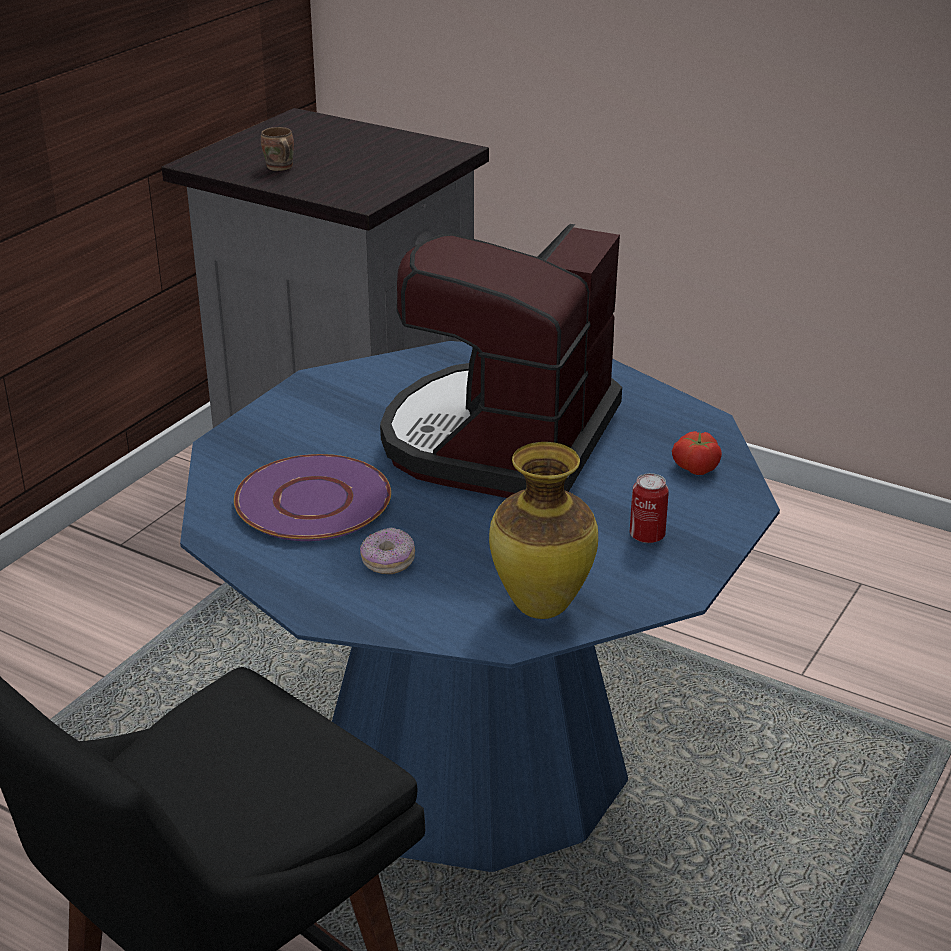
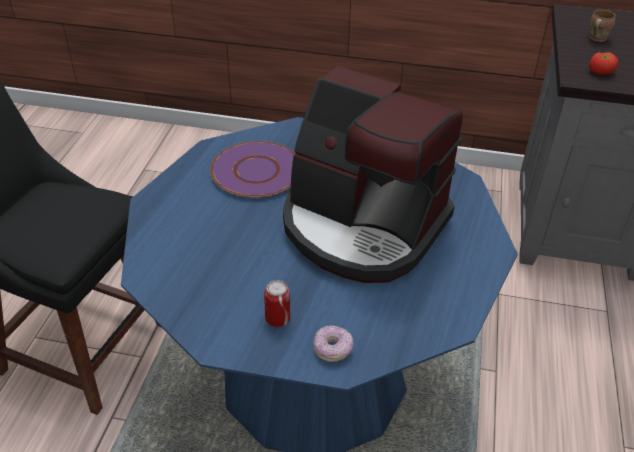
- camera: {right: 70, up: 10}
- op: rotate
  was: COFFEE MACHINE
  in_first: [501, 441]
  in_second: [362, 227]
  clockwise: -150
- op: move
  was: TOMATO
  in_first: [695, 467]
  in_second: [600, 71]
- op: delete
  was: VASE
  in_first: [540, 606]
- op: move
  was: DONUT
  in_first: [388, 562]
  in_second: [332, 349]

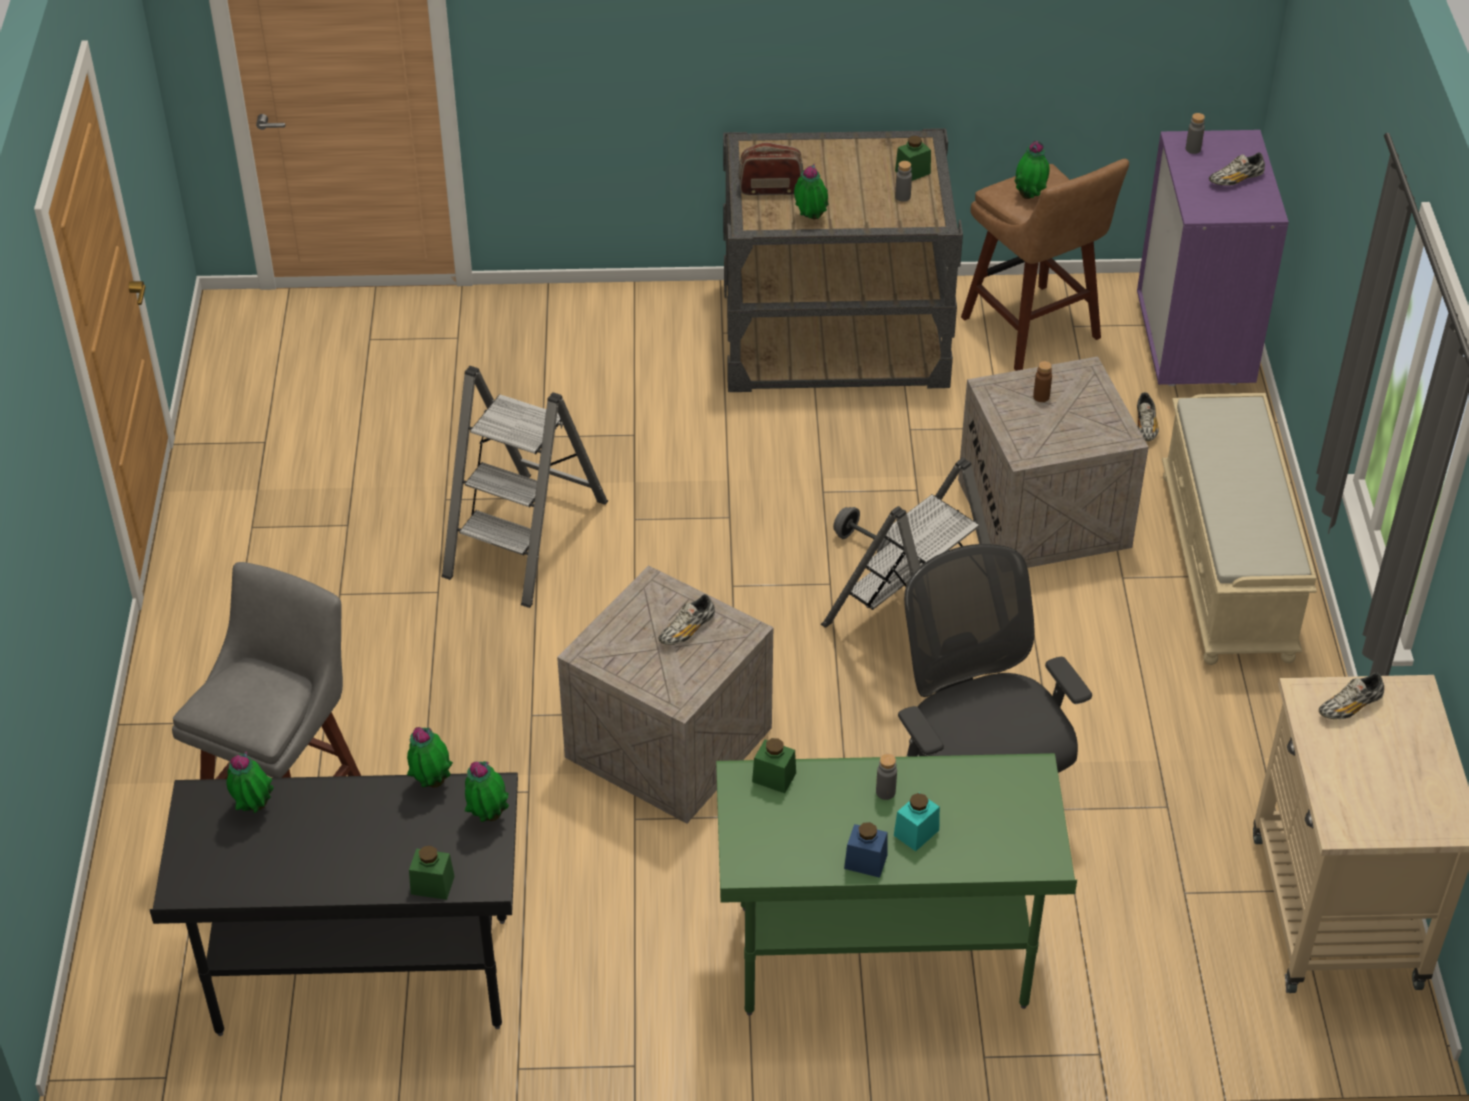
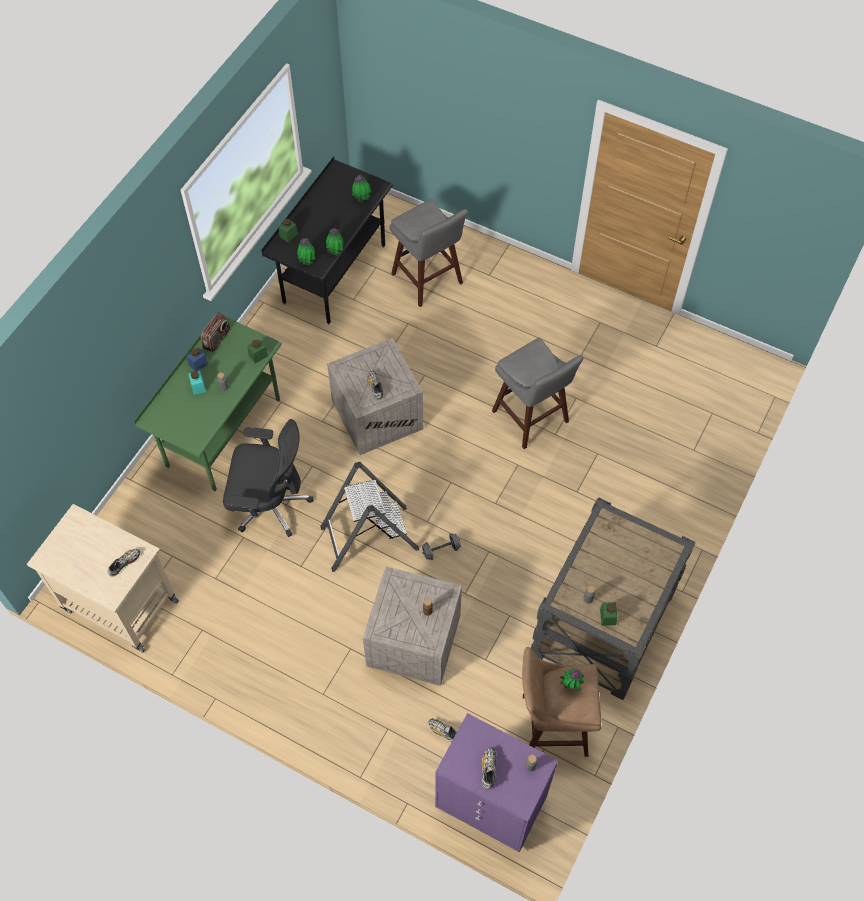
- camera: {right: 120, up: 15}
- op: move
  was: RADIO
  in_first: [770, 188]
  in_second: [217, 339]
- op: delete
  was: POTTED PLANT
  in_first: [810, 219]
- op: replace
  was: GREY STEP LADDER
  now: GREY STOOL
  in_first: [527, 536]
  in_second: [532, 418]
- op: delete
  was: BEIGE BENCH
  in_first: [1228, 567]
- op: rotate
  was: SHOE
  in_first: [1350, 707]
  in_second: [124, 564]
  clockwise: 45

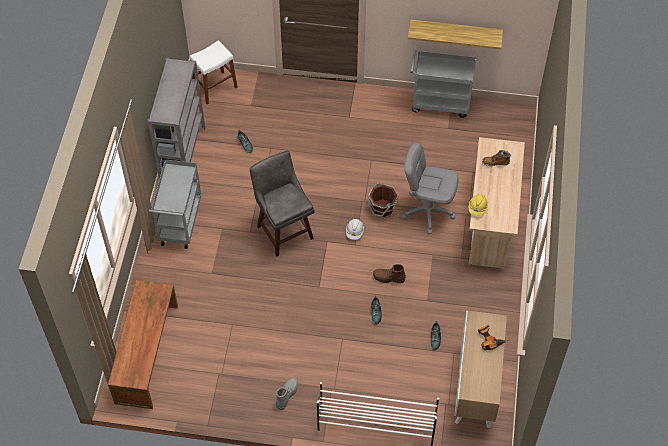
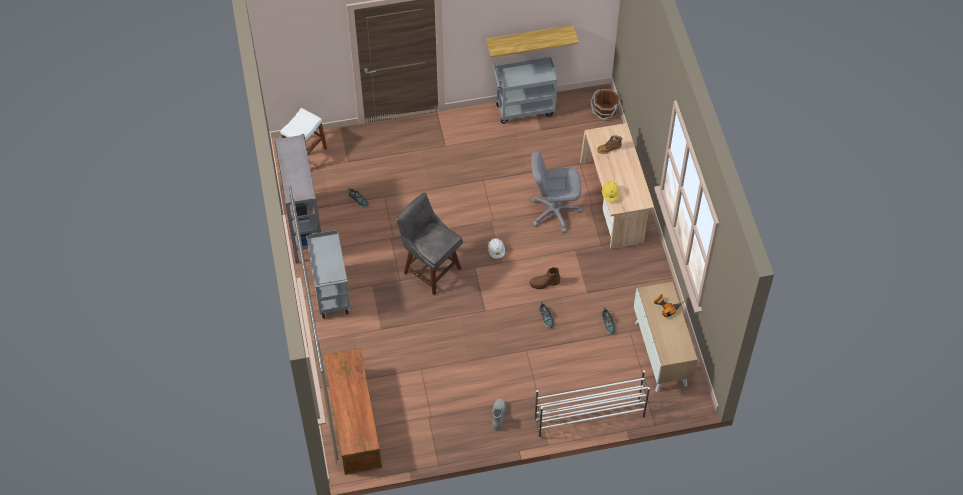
- camera: {right: -20, up: 0}
- op: move
  was: BROWN BUCKET
  in_first: [382, 208]
  in_second: [605, 112]

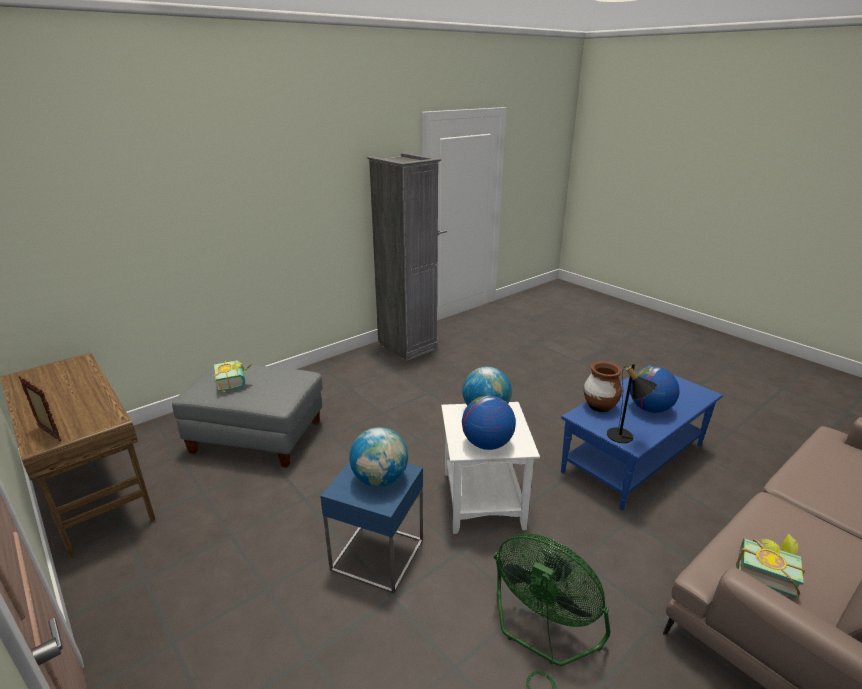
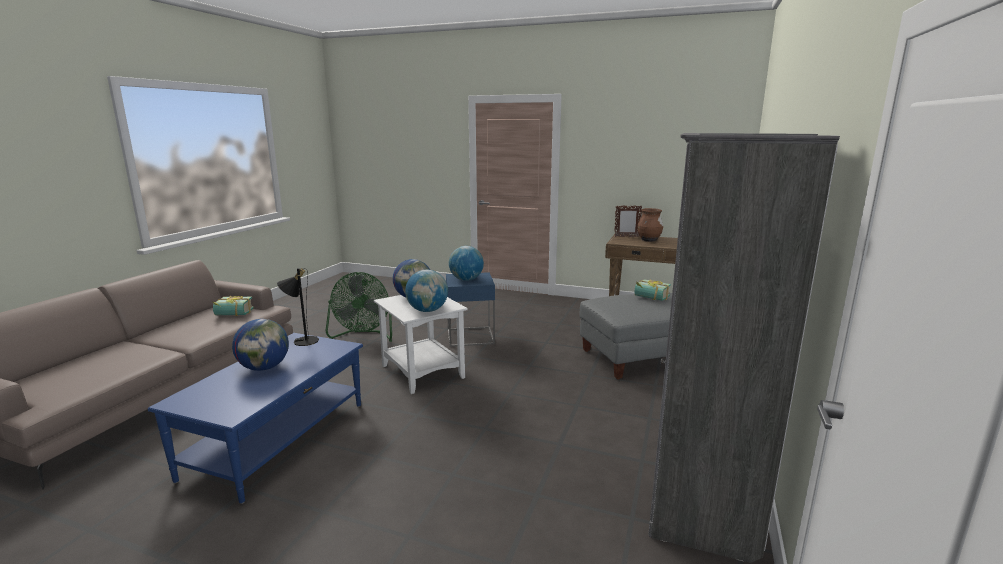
- camera: {right: 150, up: -10}
- op: move
  was: BROWN VASE
  in_first: [599, 407]
  in_second: [649, 240]

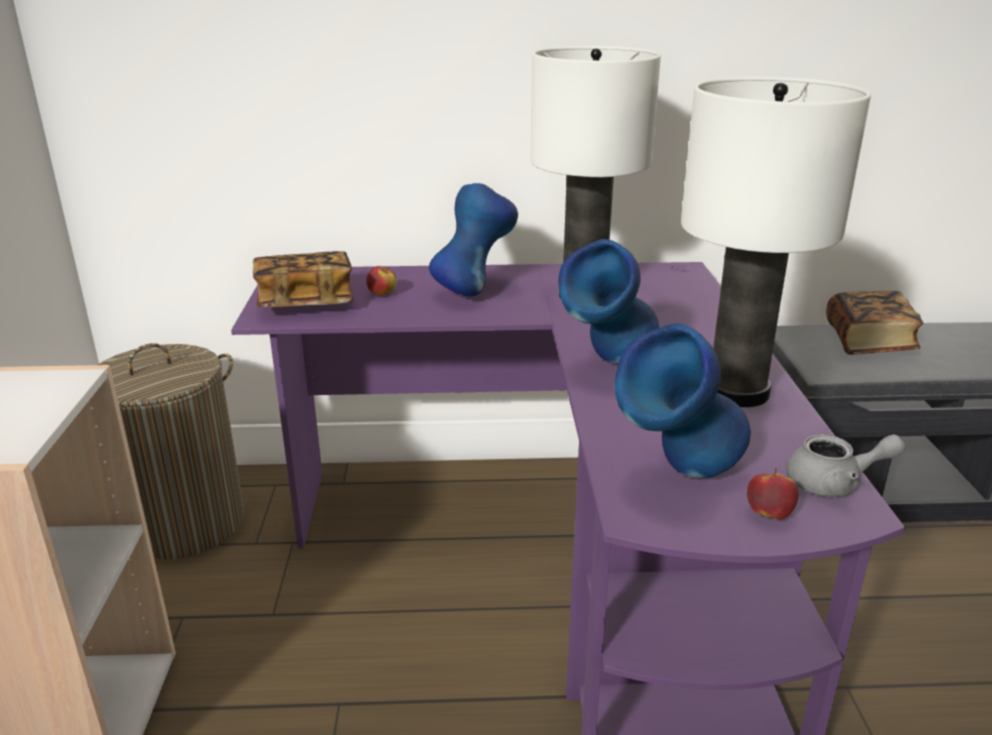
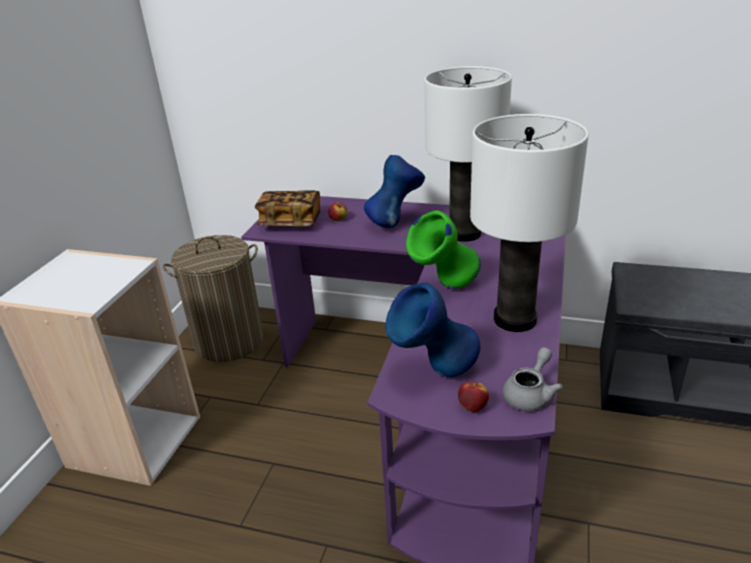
- camera: {right: 20, up: 5}
- op: recolor
  was: BLUE VASE
  now: GREEN VASE
  in_first: [606, 365]
  in_second: [443, 289]
- op: delete
  was: BOOK
  in_first: [868, 342]
- op: rotate
  was: GREY TEAPOT
  in_first: [834, 483]
  in_second: [530, 394]
  clockwise: -75

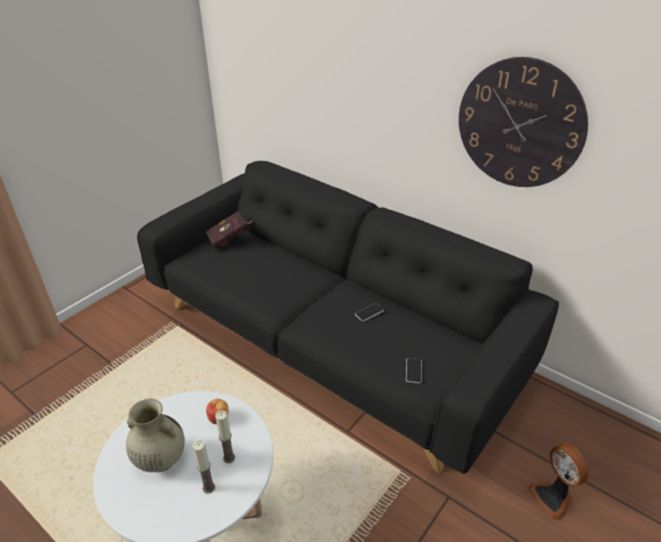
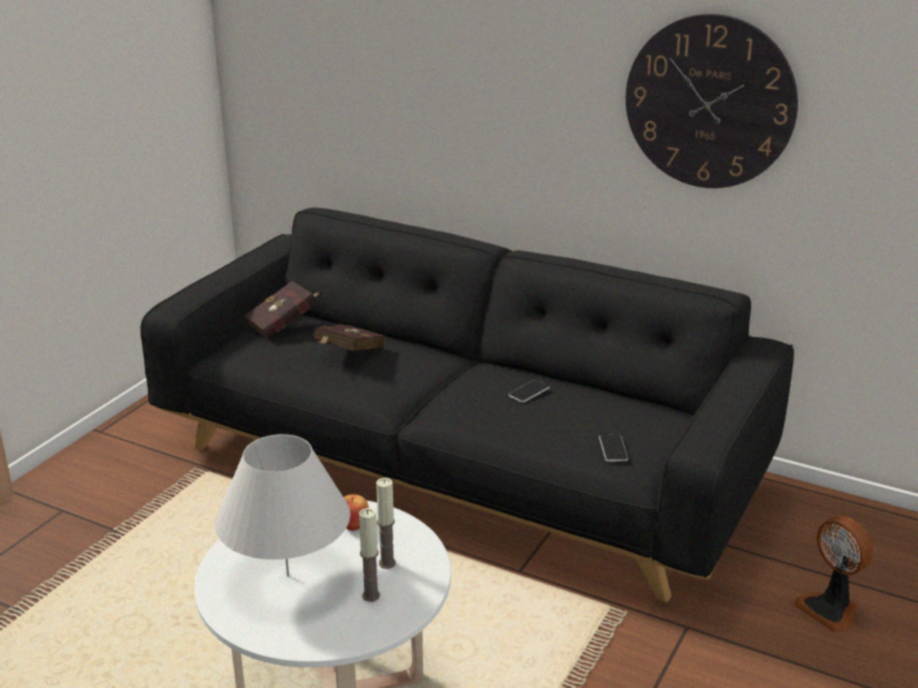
- camera: {right: -10, up: -10}
- op: replace
  was: BEIGE VASE
  now: WHITE TABLE LAMP
  in_first: [160, 459]
  in_second: [287, 575]
- op: insert
  now: RED BOOK
  in_second: [348, 355]

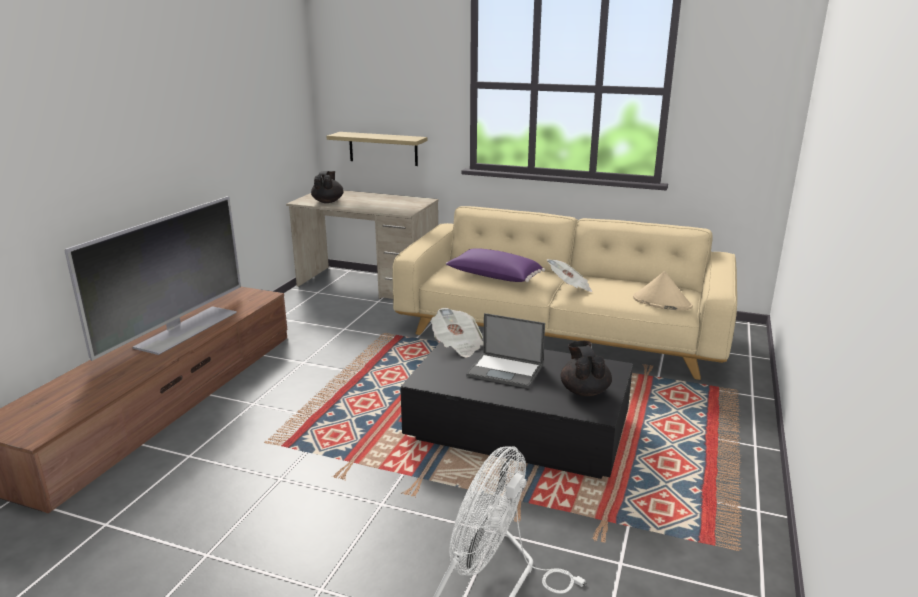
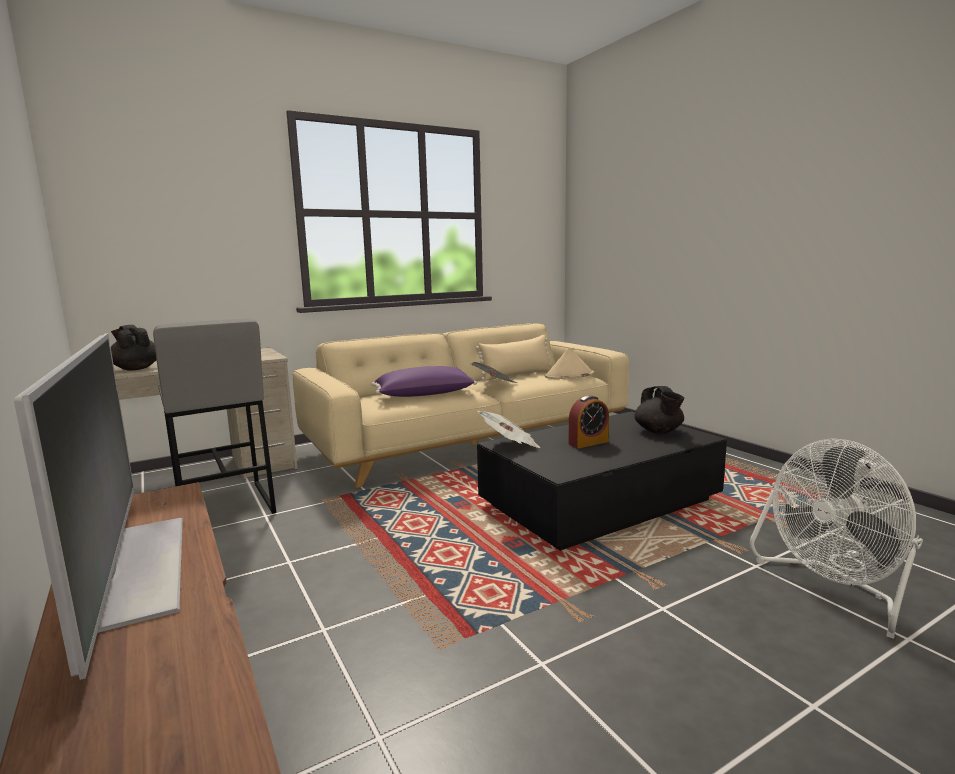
- camera: {right: -50, up: -10}
- op: delete
  was: SHELF
  in_first: [383, 148]
- op: replace
  was: LAPTOP
  now: ALARM CLOCK
  in_first: [506, 370]
  in_second: [588, 442]
- op: rotate
  was: BLACK TEAPOT
  in_first: [584, 391]
  in_second: [659, 431]
  clockwise: -135
- op: insert
  now: GREY STOOL
  in_second: [226, 507]
- op: insert
  now: BEIGE PILLOW
  in_second: [517, 375]

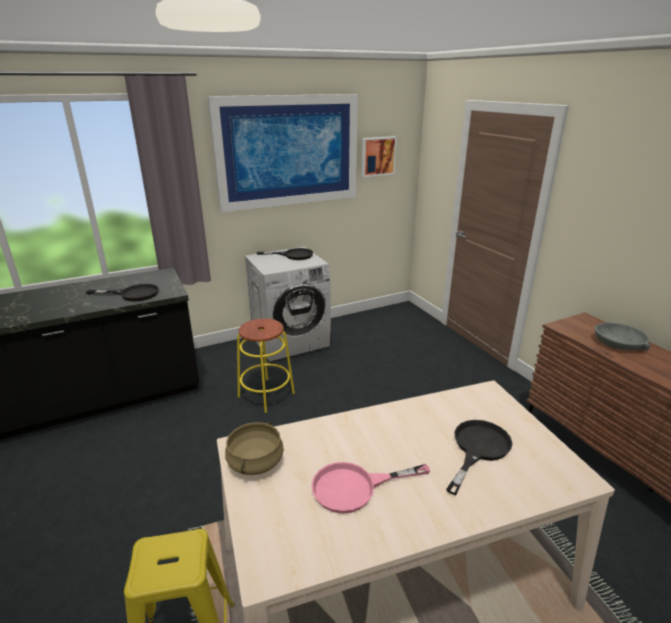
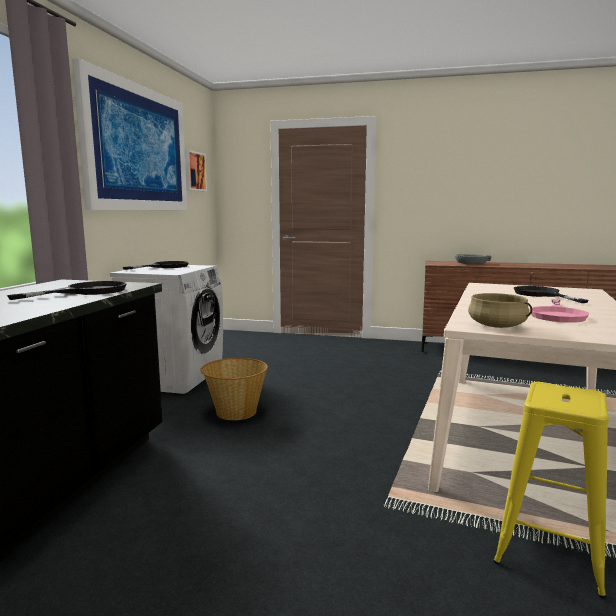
- camera: {right: -50, up: -15}
- op: replace
  was: YELLOW STOOL
  now: BASKET
  in_first: [266, 395]
  in_second: [235, 412]

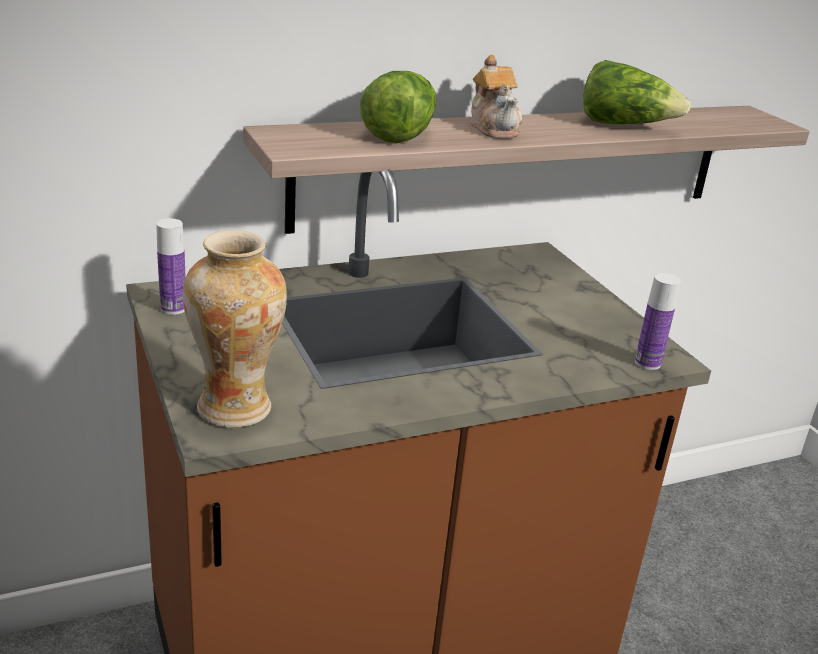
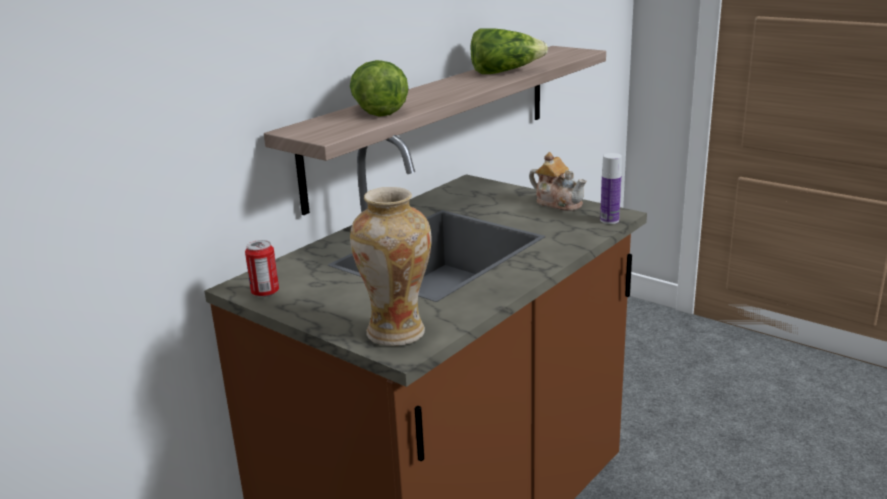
- camera: {right: -25, up: -5}
- op: move
  was: TEAPOT
  in_first: [494, 128]
  in_second: [558, 203]
- op: replace
  was: BOTTLE
  now: CAN
  in_first: [173, 308]
  in_second: [265, 292]

